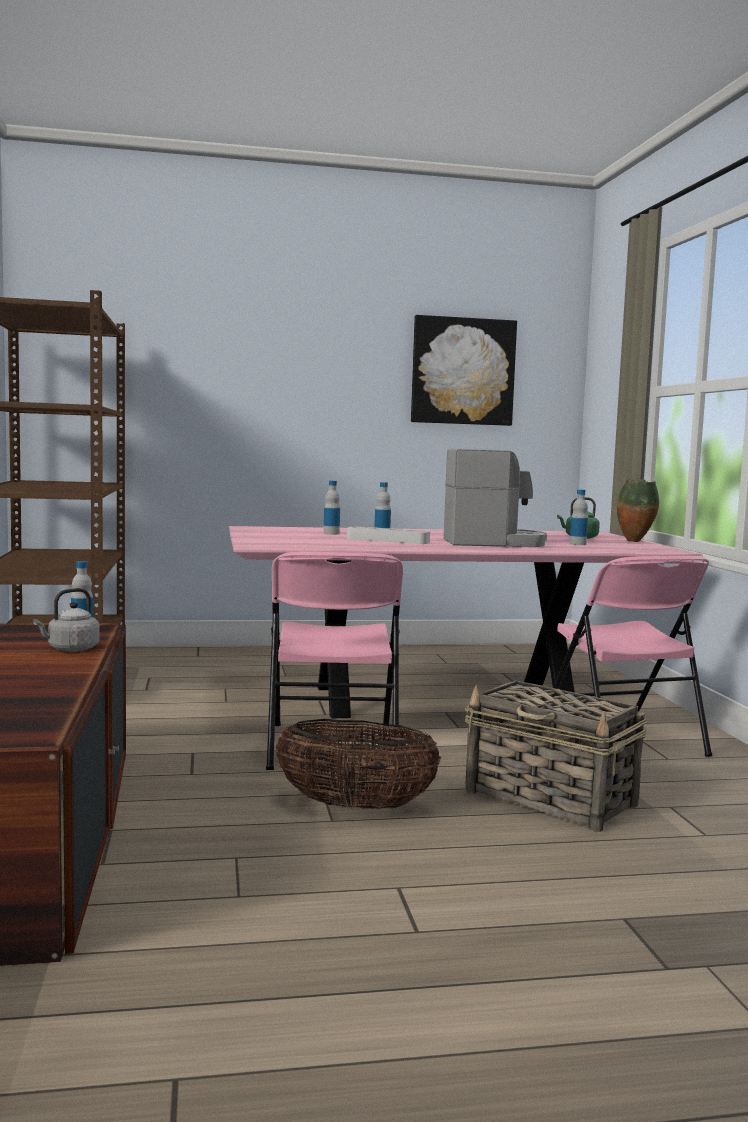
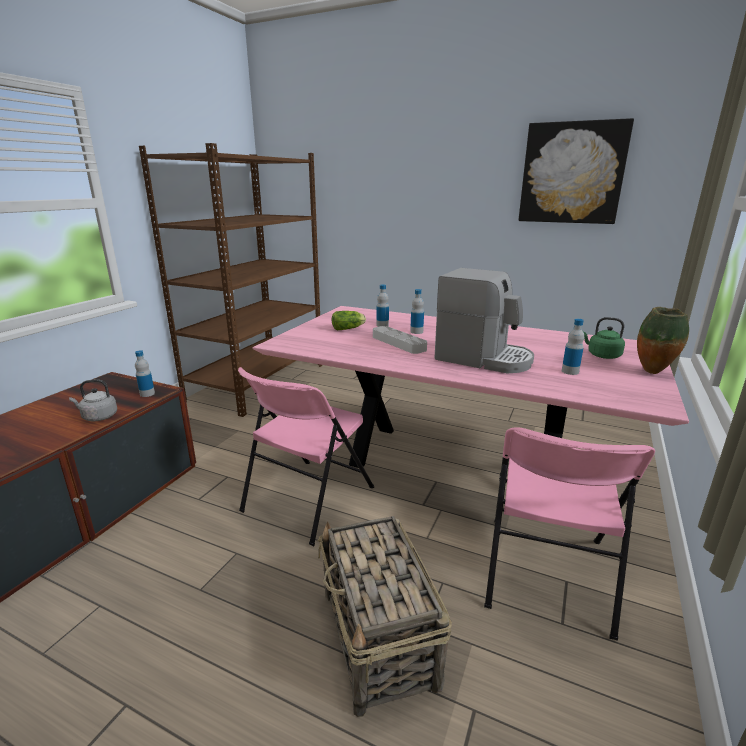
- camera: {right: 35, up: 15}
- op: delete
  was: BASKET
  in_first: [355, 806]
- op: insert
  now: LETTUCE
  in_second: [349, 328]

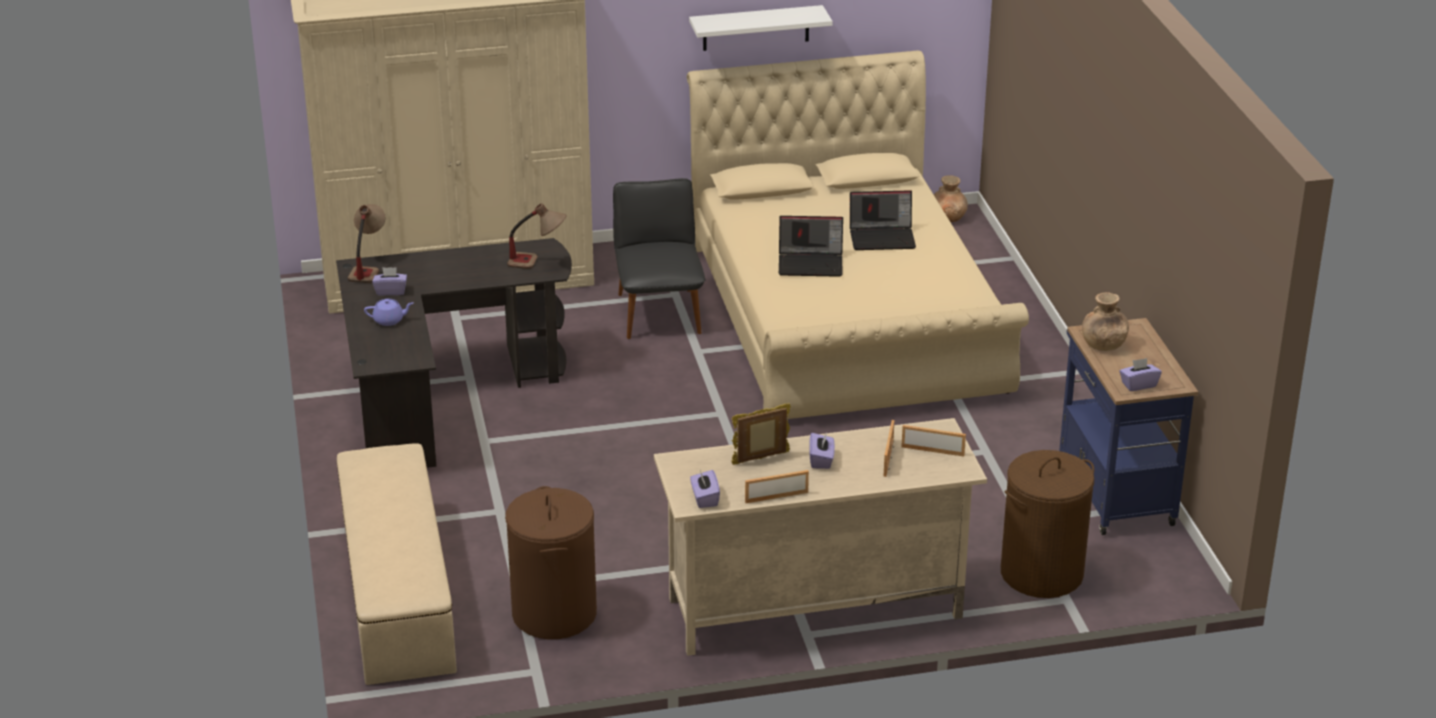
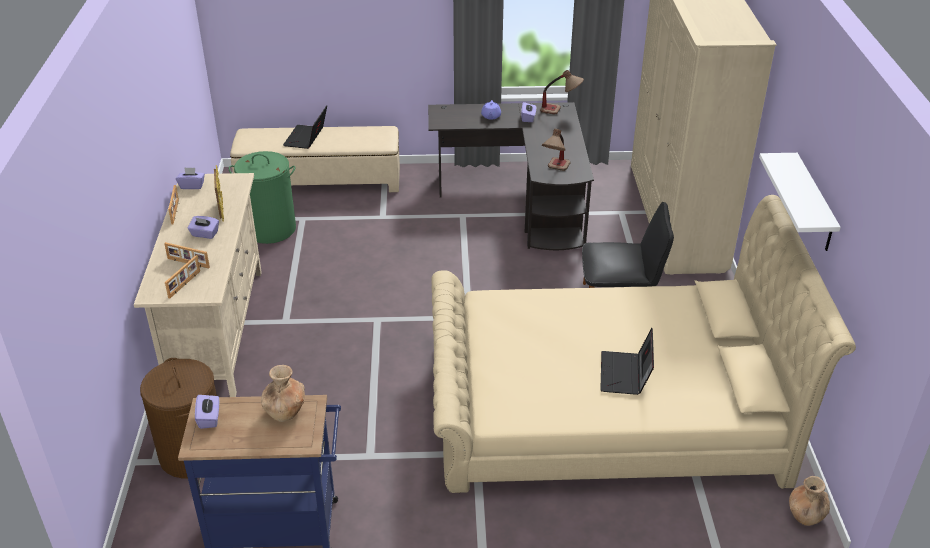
- camera: {right: 100, up: 5}
- op: move
  was: LAPTOP
  in_first: [811, 263]
  in_second: [306, 138]
- op: recolor
  was: BROWN LAUNDRY BASKET
  now: GREEN LAUNDRY BASKET
  in_first: [554, 613]
  in_second: [270, 229]

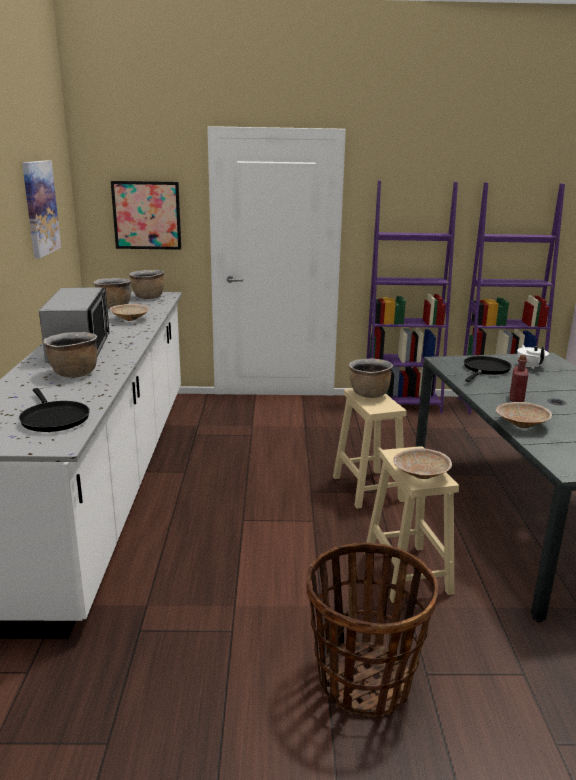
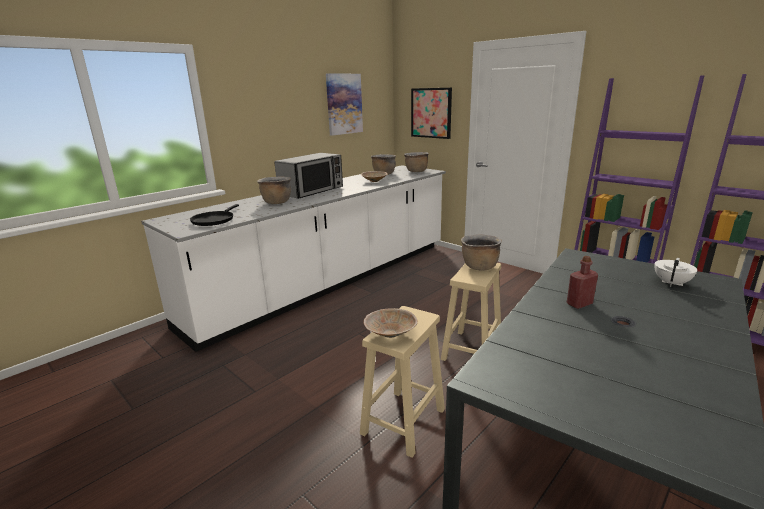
- camera: {right: 45, up: 0}
- op: delete
  was: BLACK FRYING PAN
  in_first: [485, 369]
- op: delete
  was: BEIGE BOWL
  in_first: [521, 425]
- op: delete
  was: BASKET
  in_first: [363, 680]

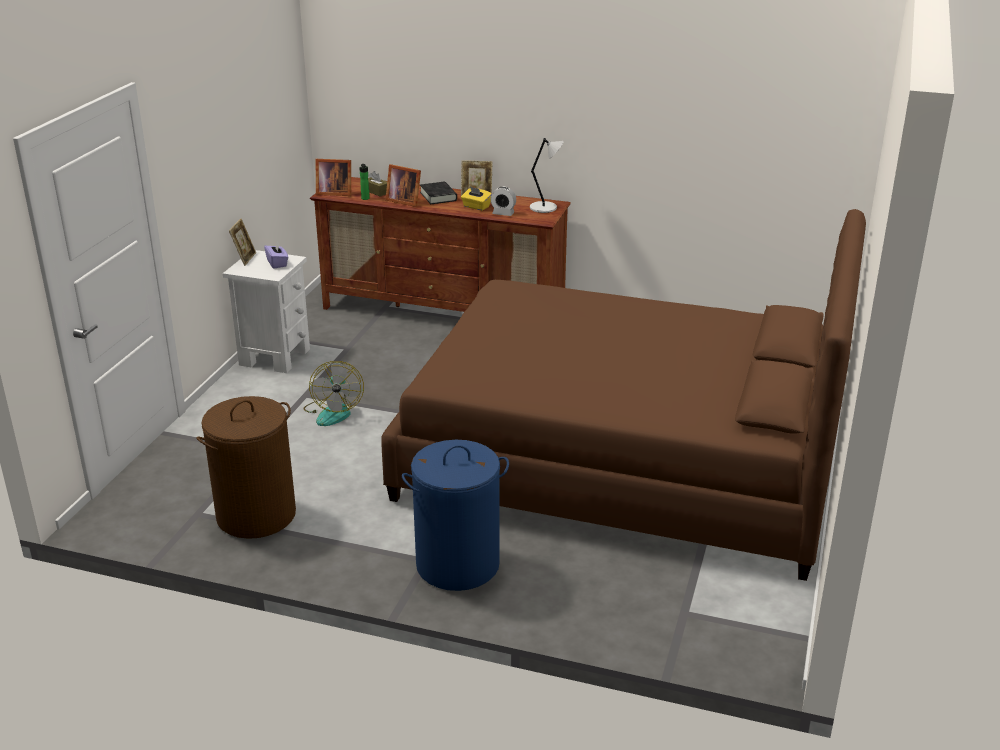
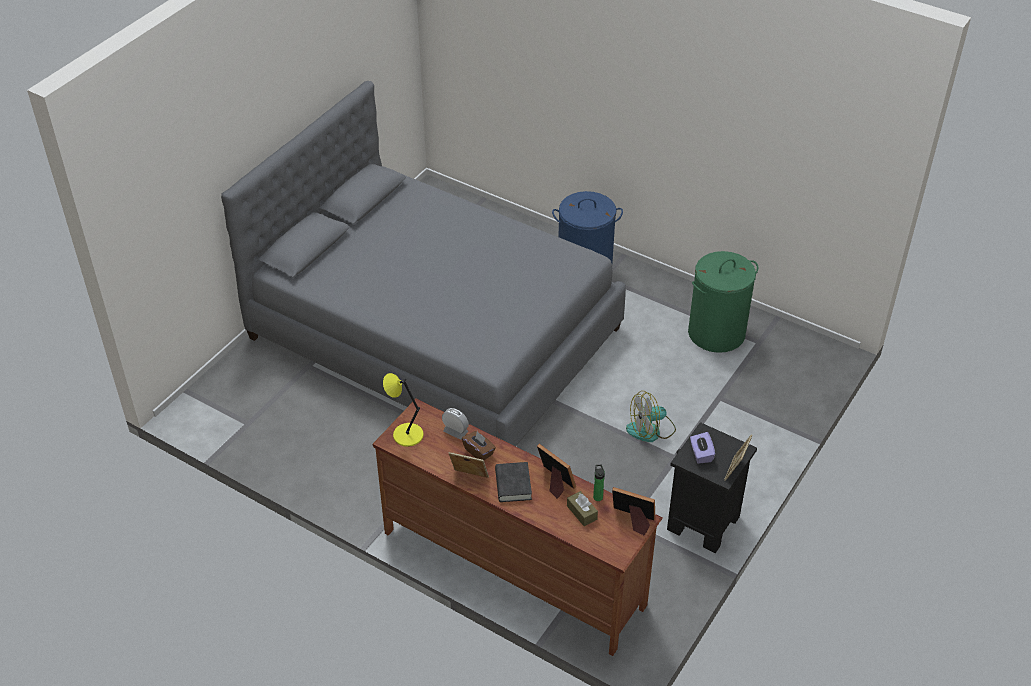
- camera: {right: -165, up: 15}
- op: recolor
  was: GREY TABLE LAMP
  now: YELLOW TABLE LAMP
  in_first: [545, 208]
  in_second: [406, 435]
- op: recolor
  was: YELLOW TISSUE BOX
  now: BROWN TISSUE BOX
  in_first: [476, 207]
  in_second: [479, 452]
- op: recolor
  was: BROWN BED
  now: GREY BED
  in_first: [621, 460]
  in_second: [435, 332]
- op: recolor
  was: WHITE NIGHTSTAND
  now: BLACK NIGHTSTAND
  in_first: [276, 357]
  in_second: [701, 523]
- op: rotate
  was: FAN
  in_first: [333, 412]
  in_second: [651, 430]
  clockwise: -120
- op: recolor
  was: BROWN LAUNDRY BASKET
  now: GREEN LAUNDRY BASKET
  in_first: [256, 515]
  in_second: [716, 333]

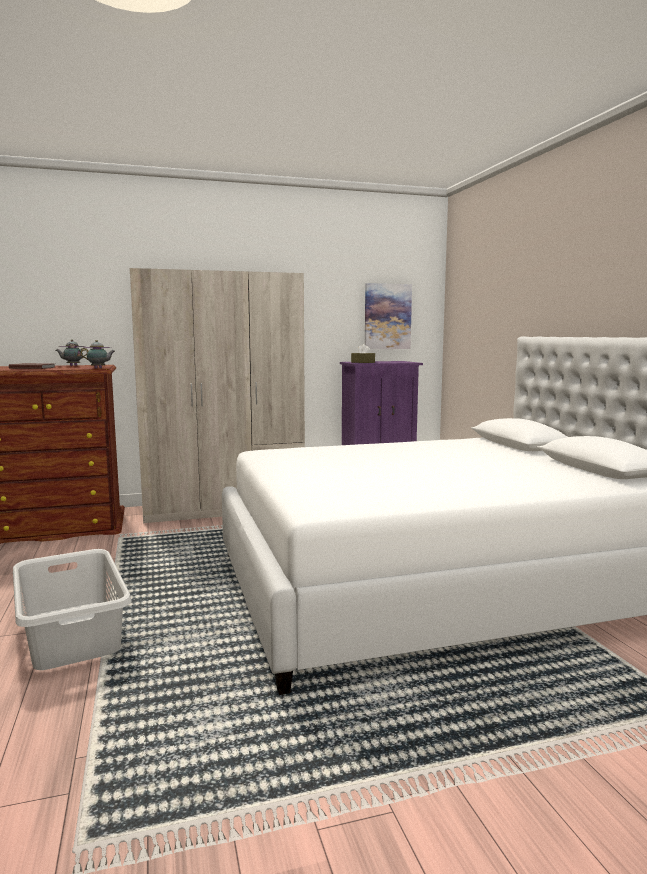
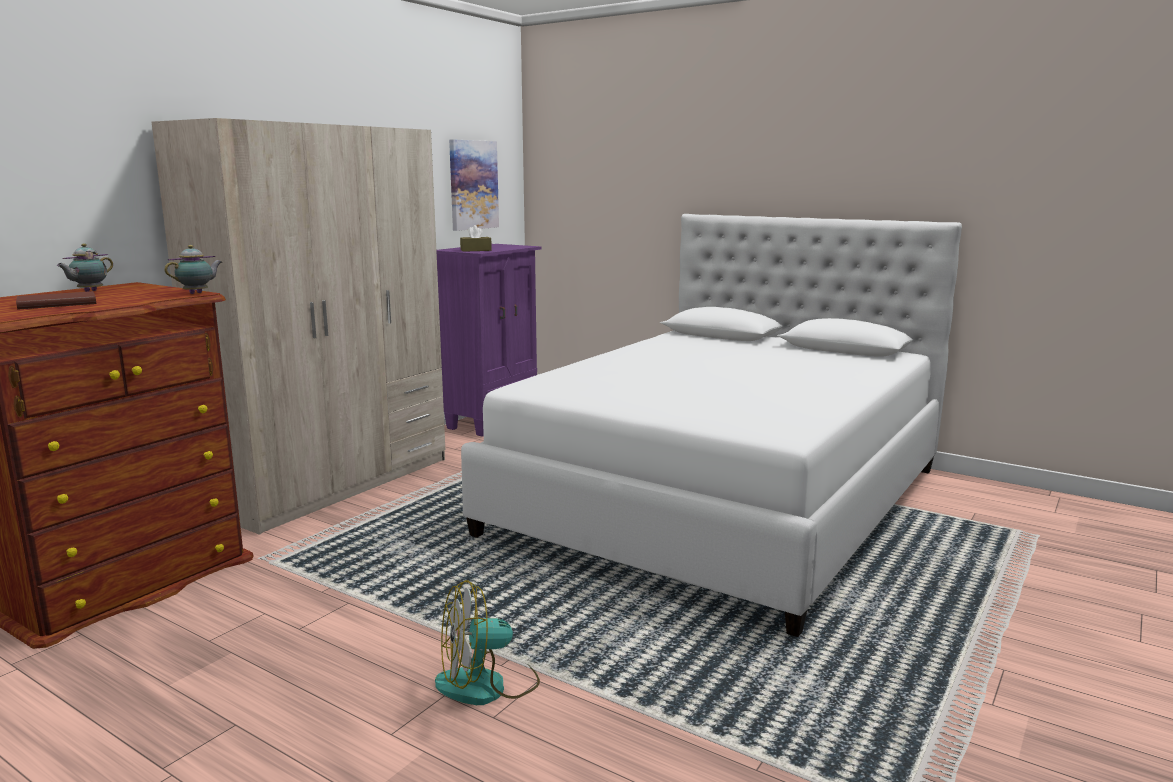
- camera: {right: -40, up: 5}
- op: replace
  was: GREY LAUNDRY BASKET
  now: FAN
  in_first: [71, 634]
  in_second: [487, 684]

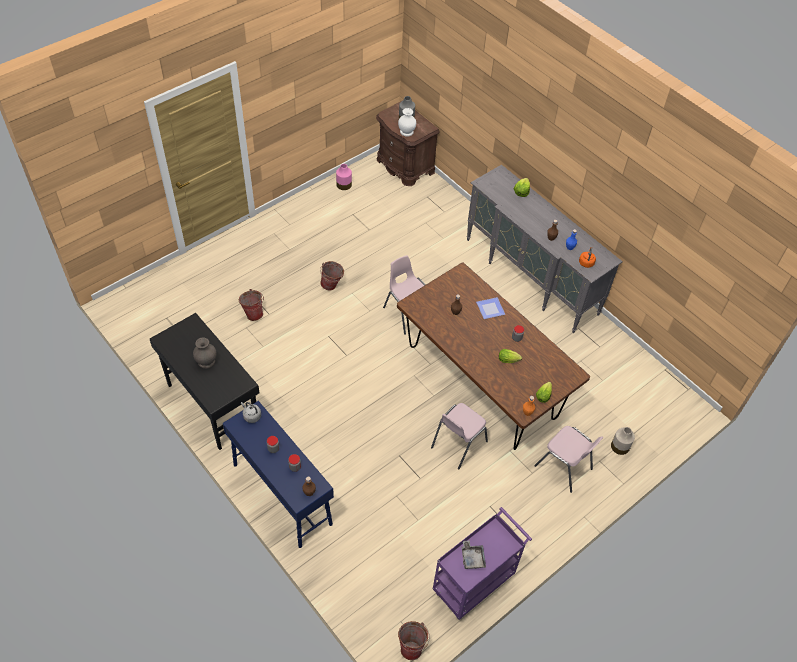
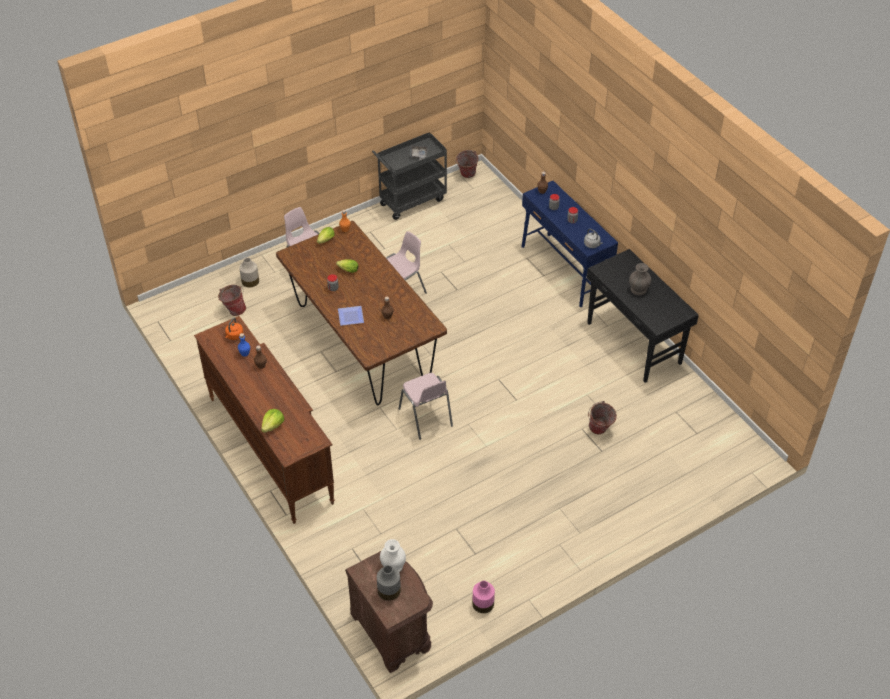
- camera: {right: -170, up: -5}
- op: recolor
  was: GREY CABINET
  now: BROWN CABINET
  in_first: [530, 277]
  in_second: [271, 449]
- op: move
  was: BUCKET
  in_first: [332, 285]
  in_second: [233, 310]
- op: recolor
  was: PURPLE CART
  now: GREY CART
  in_first: [475, 584]
  in_second: [411, 203]

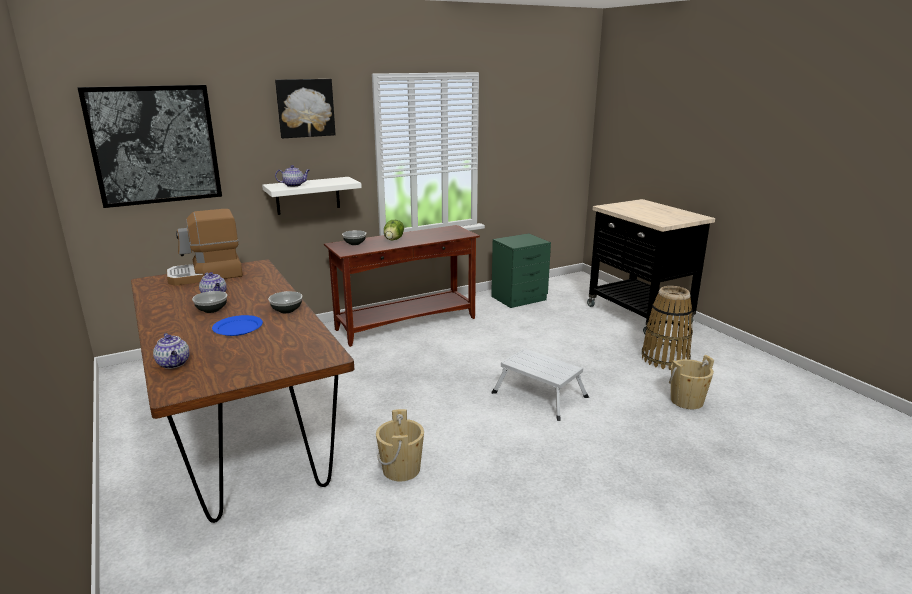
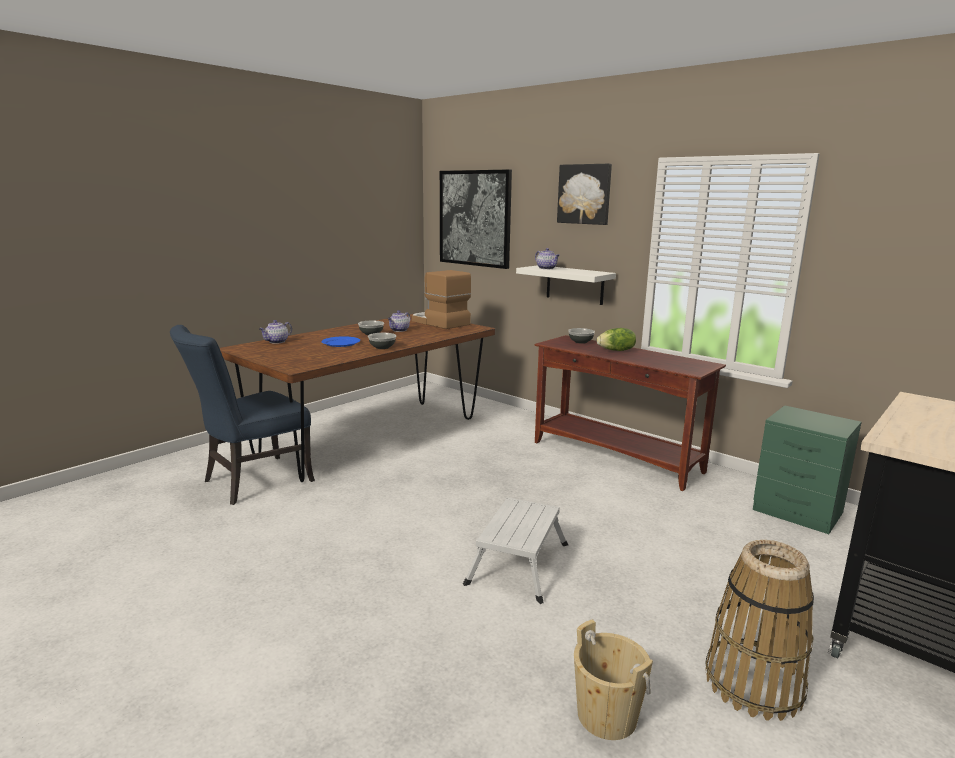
- camera: {right: 70, up: -5}
- op: delete
  was: BEIGE BUCKET
  in_first: [401, 469]
- op: insert
  now: BLUE CHAIR
  in_second: [251, 482]

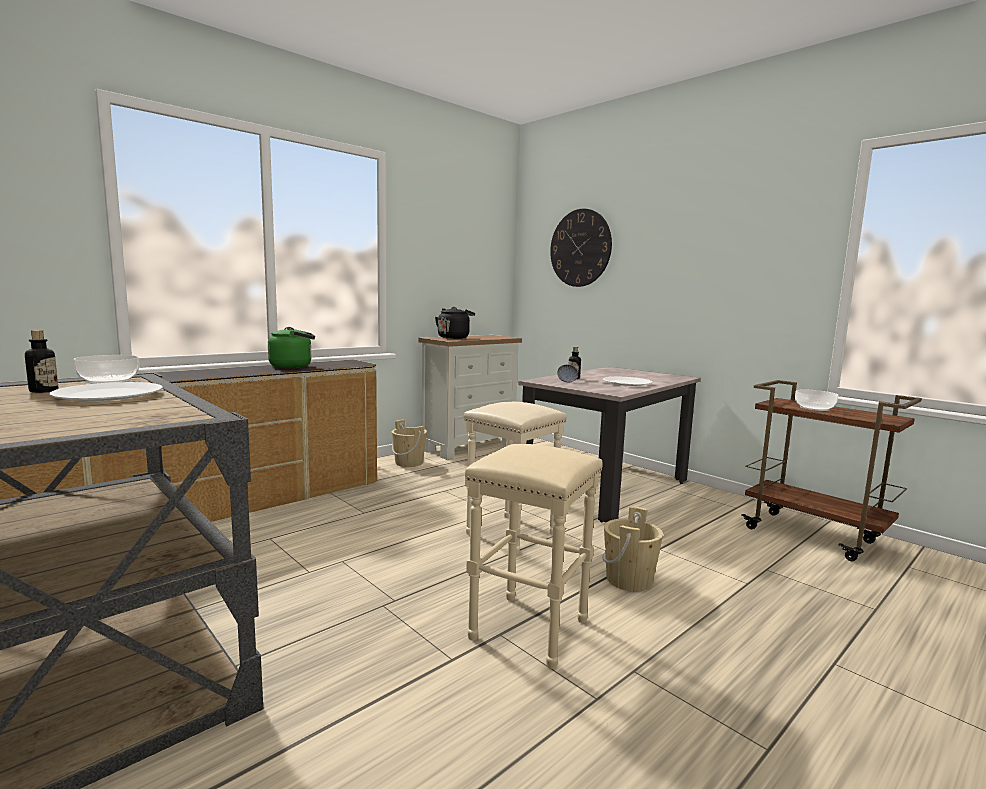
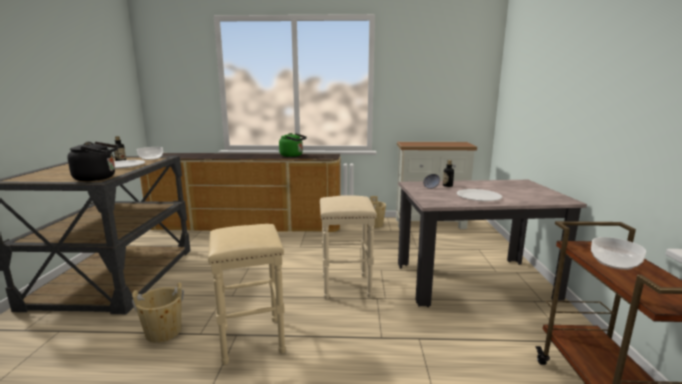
- camera: {right: 45, up: 5}
- op: delete
  was: WALL CLOCK
  in_first: [580, 248]
- op: move
  was: BLACK KETTLE
  in_first: [454, 337]
  in_second: [98, 178]
- op: move
  was: BEIGE BUCKET
  in_first: [629, 580]
  in_second: [163, 332]

